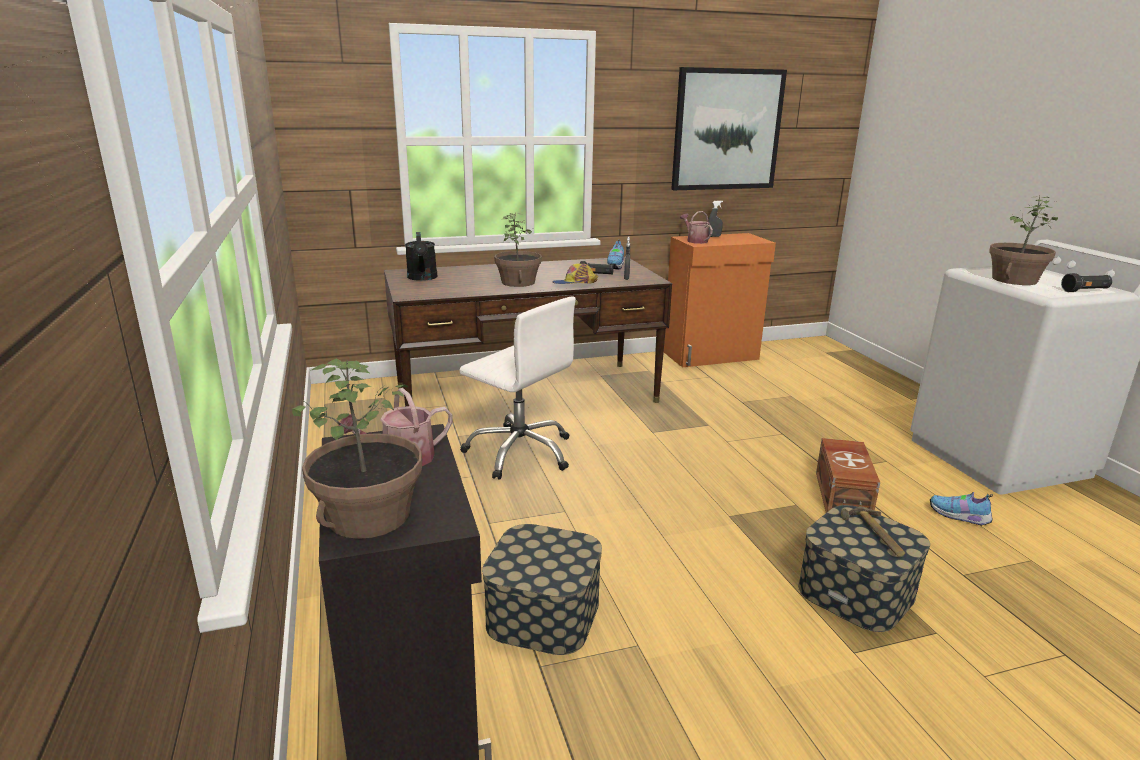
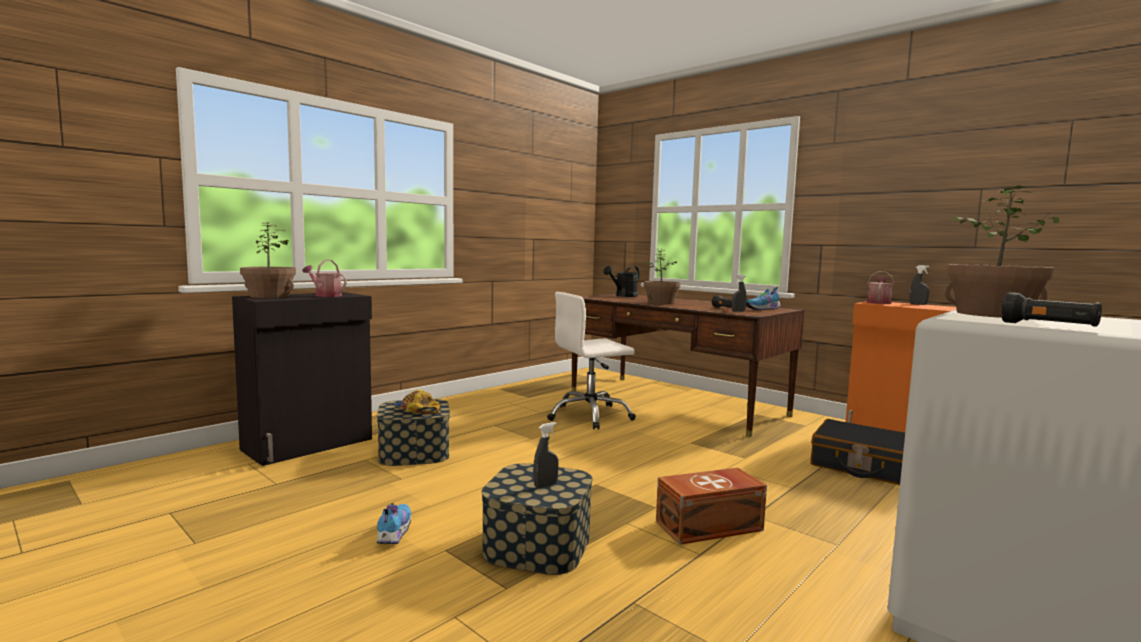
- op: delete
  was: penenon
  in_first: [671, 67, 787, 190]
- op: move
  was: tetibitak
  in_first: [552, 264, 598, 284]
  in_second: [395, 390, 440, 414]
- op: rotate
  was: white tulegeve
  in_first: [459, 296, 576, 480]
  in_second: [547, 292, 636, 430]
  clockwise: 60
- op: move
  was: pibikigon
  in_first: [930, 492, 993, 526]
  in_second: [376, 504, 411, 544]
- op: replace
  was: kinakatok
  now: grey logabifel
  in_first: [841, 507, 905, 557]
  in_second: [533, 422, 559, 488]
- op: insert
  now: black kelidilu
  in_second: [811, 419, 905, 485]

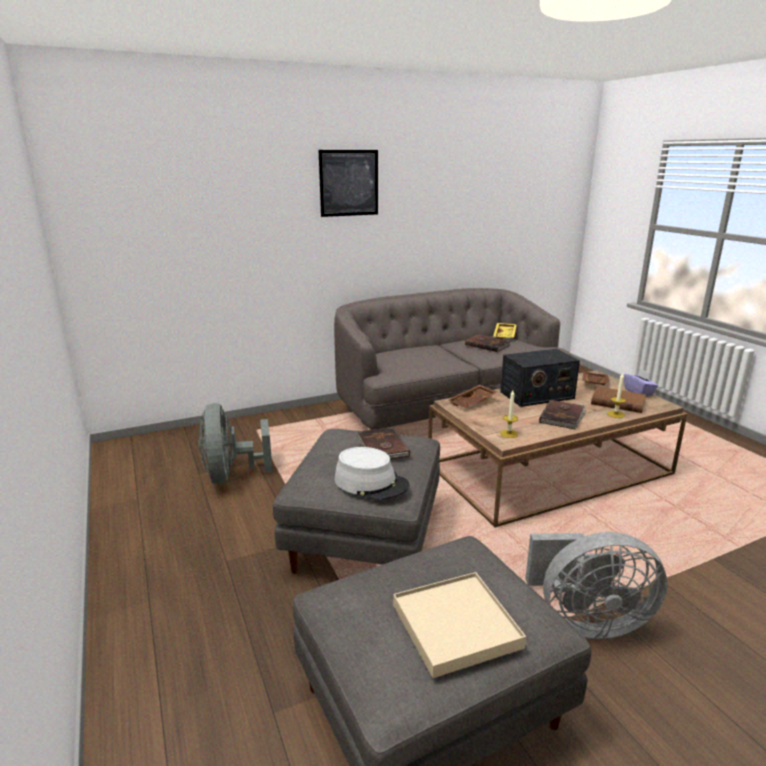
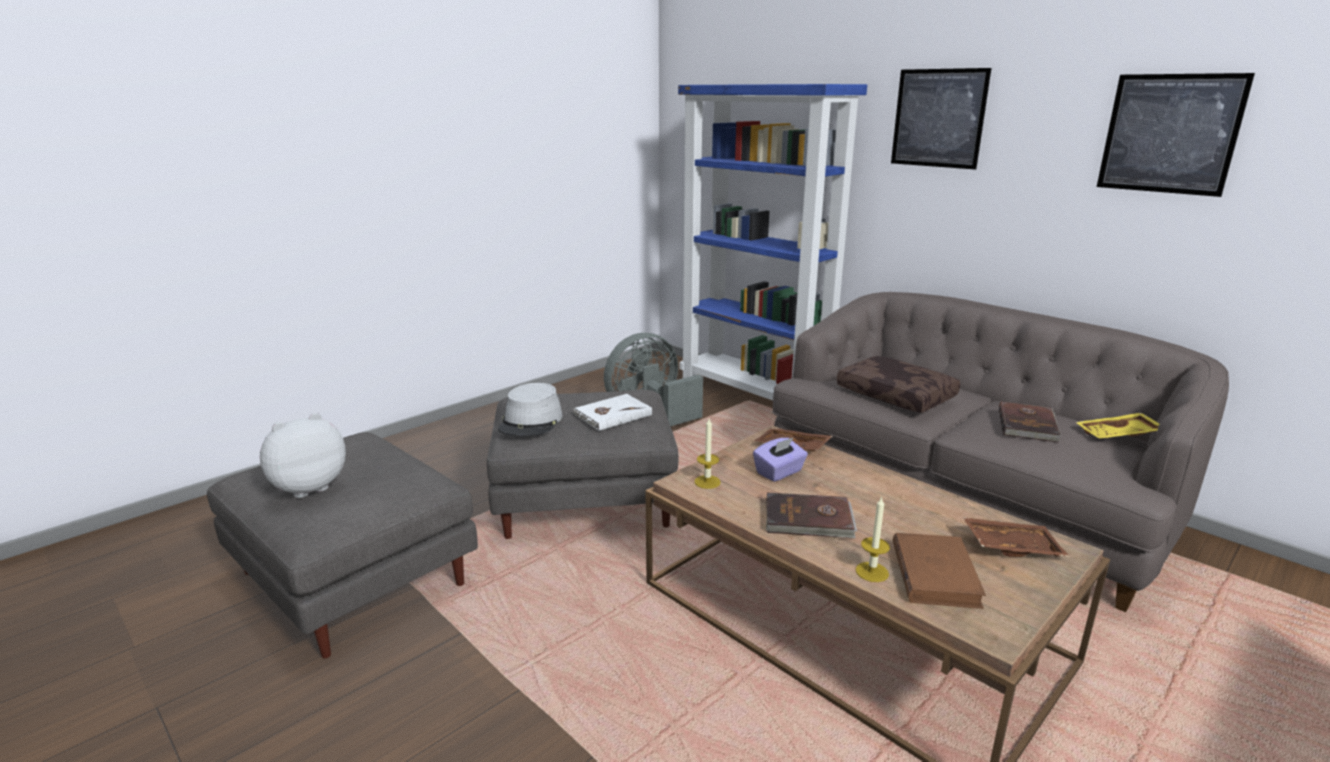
- op: delete
  was: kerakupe
  in_first: [500, 349, 580, 407]
- op: move
  was: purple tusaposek
  in_first: [624, 369, 658, 396]
  in_second: [753, 437, 808, 482]
- op: recolor
  was: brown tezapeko
  now: white tezapeko
  in_first: [357, 427, 410, 459]
  in_second: [573, 394, 652, 431]
- op: delete
  was: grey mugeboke
  in_first: [525, 532, 668, 639]
- op: replace
  was: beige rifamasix
  now: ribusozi
  in_first: [393, 572, 526, 678]
  in_second: [260, 413, 346, 498]
- op: insert
  now: penenon
  in_second: [1097, 73, 1255, 197]
- op: insert
  now: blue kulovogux
  in_second: [678, 84, 867, 400]
- op: insert
  now: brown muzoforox
  in_second: [837, 356, 960, 413]

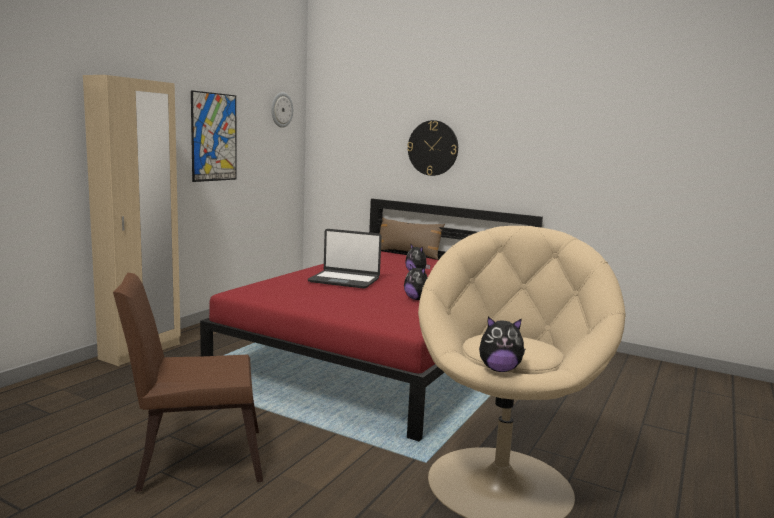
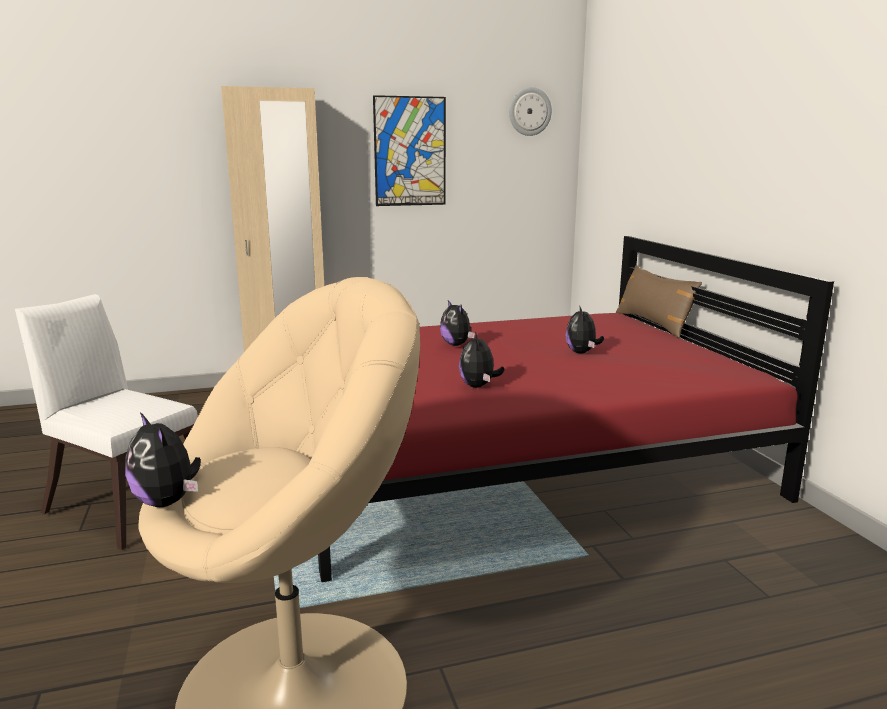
- op: delete
  was: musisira
  in_first: [407, 120, 458, 176]
- op: replace
  was: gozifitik
  now: ribusozi
  in_first: [308, 229, 382, 289]
  in_second: [440, 300, 475, 346]
- op: recolor
  was: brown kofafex
  now: white kofafex
  in_first: [113, 273, 263, 492]
  in_second: [15, 294, 198, 550]

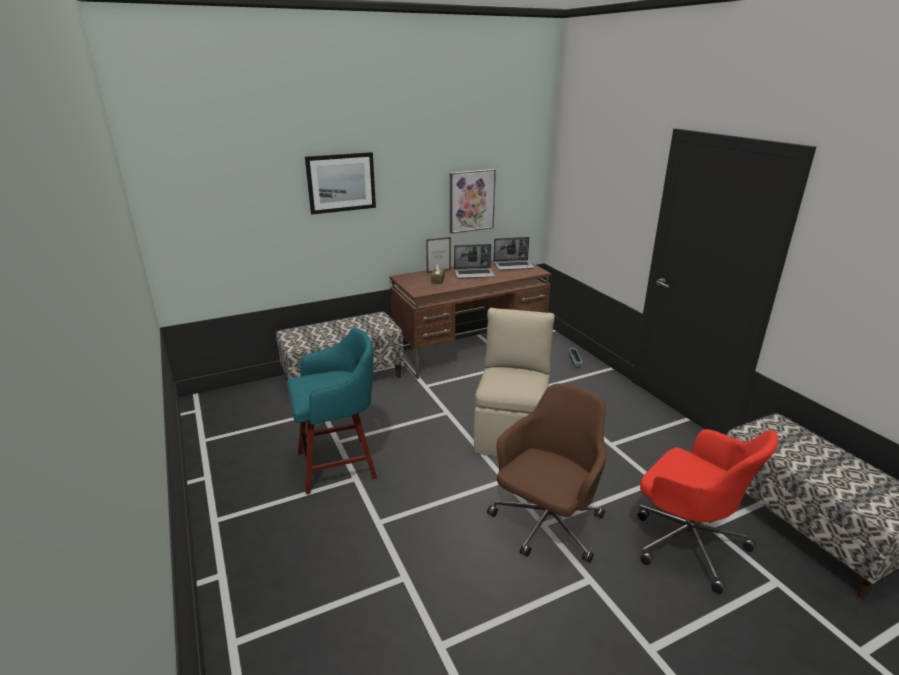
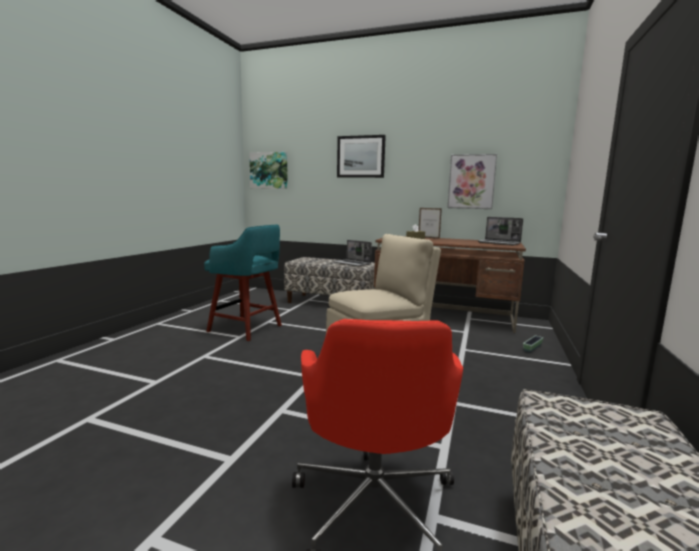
- op: move
  was: gozifitik
  in_first: [454, 244, 495, 279]
  in_second: [334, 240, 372, 266]
- op: delete
  was: brown tulegeve
  in_first: [487, 384, 607, 563]
- op: insert
  now: penenon
  in_second: [250, 152, 288, 189]

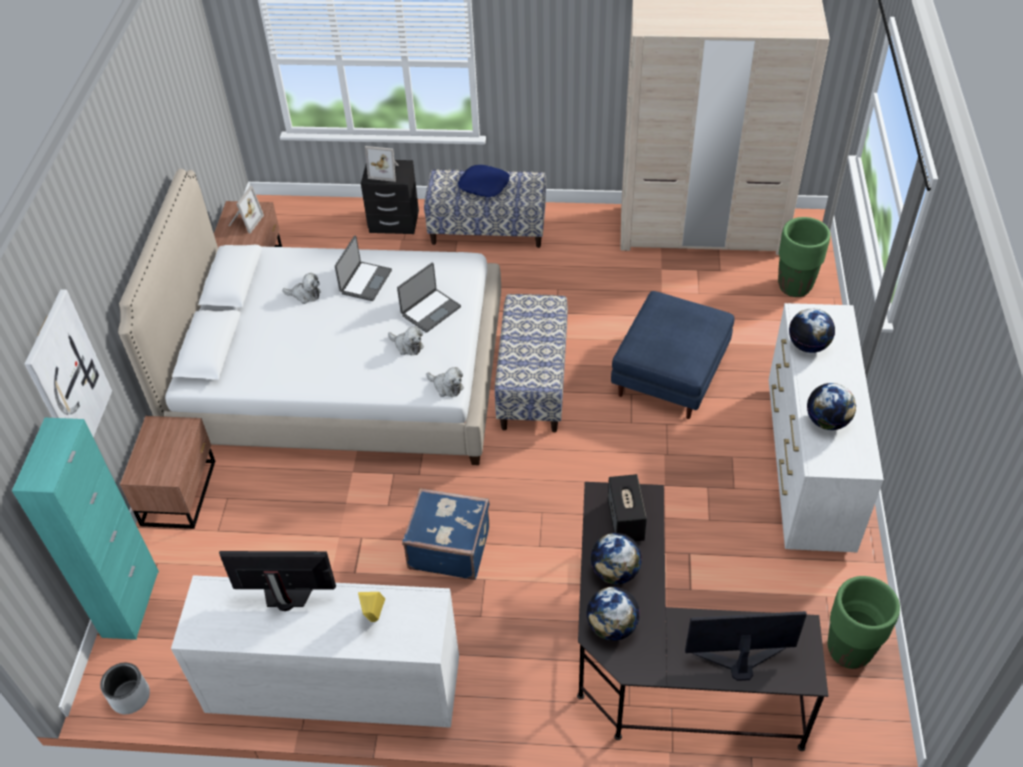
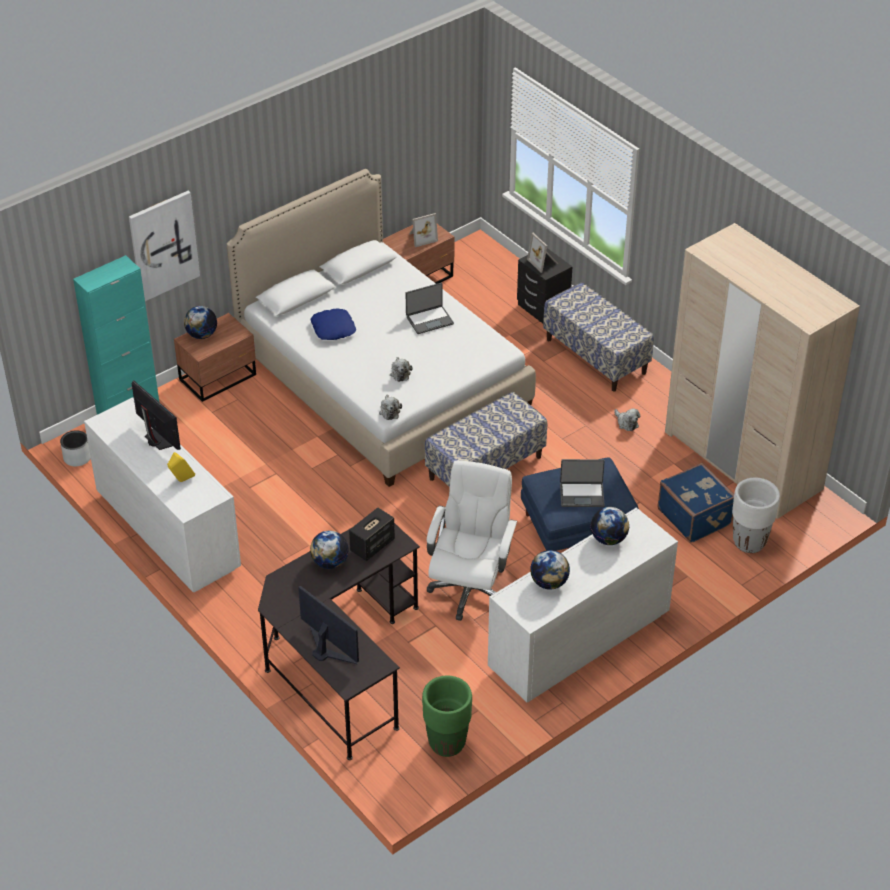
- op: move
  was: blue muzoforox
  in_first: [458, 165, 510, 197]
  in_second: [310, 309, 356, 340]
- op: recolor
  was: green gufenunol
  now: white gufenunol
  in_first: [778, 217, 830, 297]
  in_second: [732, 478, 780, 553]
- op: move
  was: gozifitik
  in_first: [397, 263, 461, 333]
  in_second: [560, 459, 605, 507]
- op: move
  was: ribusozi
  in_first: [282, 273, 320, 304]
  in_second: [614, 408, 640, 431]
- op: move
  was: blue kelidilu
  in_first: [402, 488, 490, 580]
  in_second: [657, 463, 734, 543]
- op: move
  was: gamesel
  in_first: [586, 587, 640, 641]
  in_second: [184, 306, 217, 339]
- op: insert
  now: white tulegeve
  in_second: [427, 460, 517, 621]

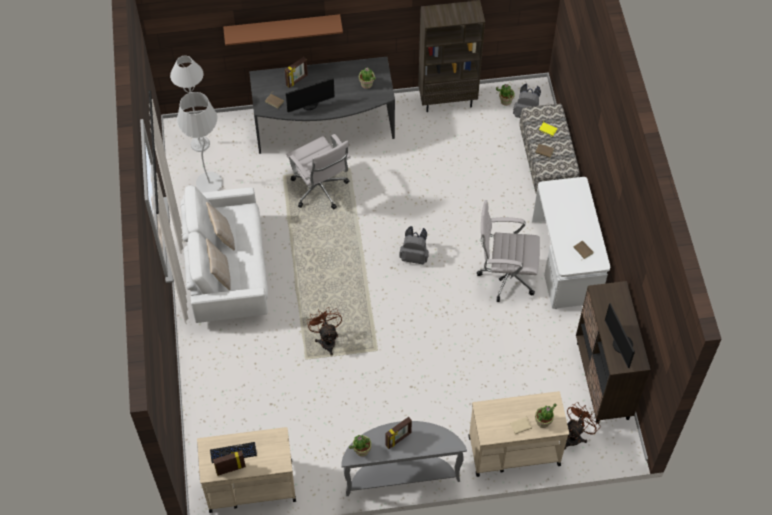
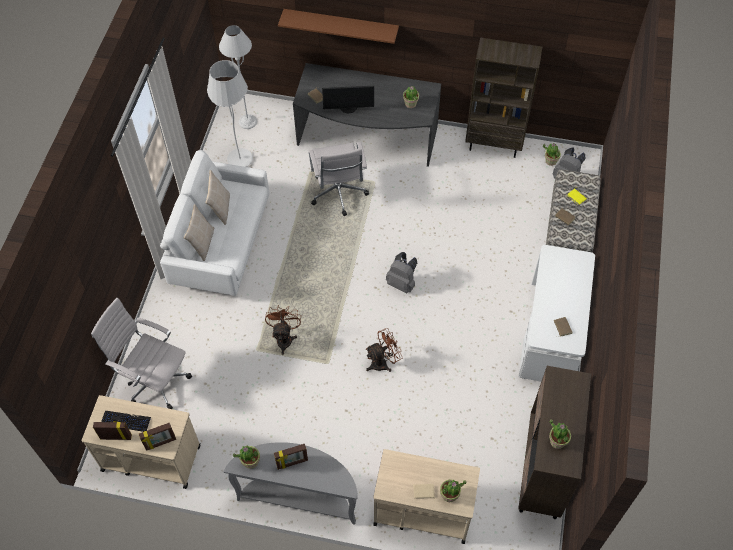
- op: move
  was: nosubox
  in_first: [285, 57, 308, 88]
  in_second: [139, 423, 176, 451]
- op: move
  was: white tulegeve
  in_first: [477, 200, 540, 302]
  in_second: [91, 298, 192, 409]
- op: replace
  was: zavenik
  now: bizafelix
  in_first: [605, 303, 635, 368]
  in_second: [549, 420, 571, 449]
- op: move
  was: brown mugeboke
  in_first: [565, 402, 601, 449]
  in_second: [365, 328, 403, 372]

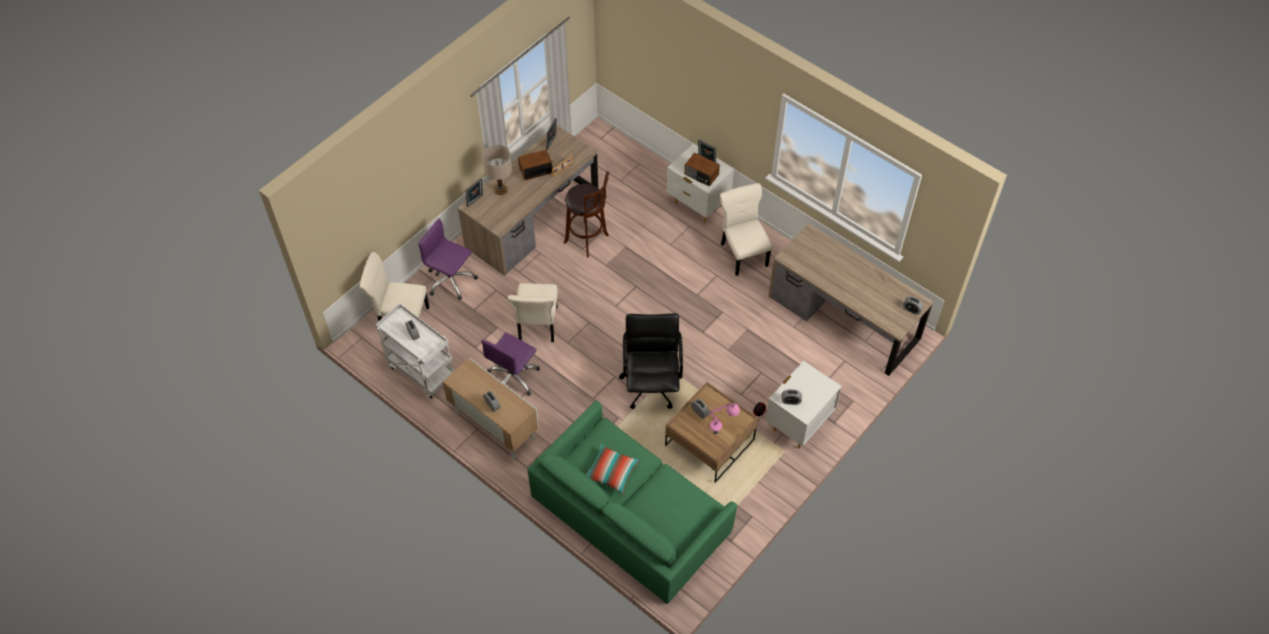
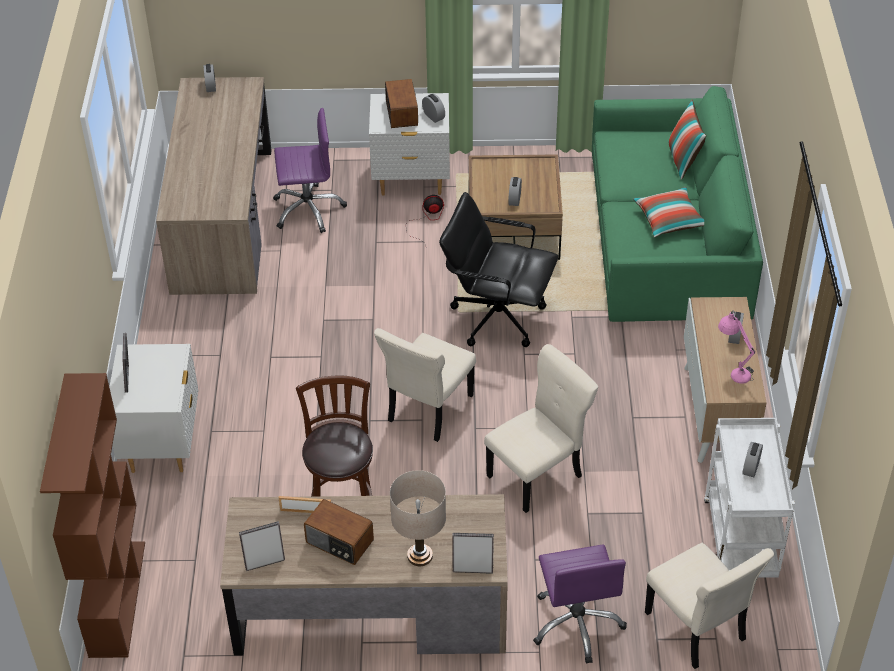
- op: move
  was: kerakupe
  in_first: [684, 153, 720, 186]
  in_second: [385, 79, 418, 128]
- op: move
  was: beige kofafex
  in_first: [720, 183, 772, 276]
  in_second: [374, 328, 476, 442]
- op: rotate
  was: black tulegeve
  in_first: [619, 313, 683, 409]
  in_second: [439, 192, 558, 347]
  clockwise: 60
- op: move
  was: purple tulegeve
  in_first: [481, 332, 540, 396]
  in_second: [273, 108, 347, 233]
- op: move
  was: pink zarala
  in_first: [708, 402, 740, 434]
  in_second: [718, 310, 756, 384]
- op: insert
  now: muzoforox
  in_second: [669, 100, 706, 180]
- op: insert
  now: brown kulovogux
  in_second: [40, 373, 145, 658]

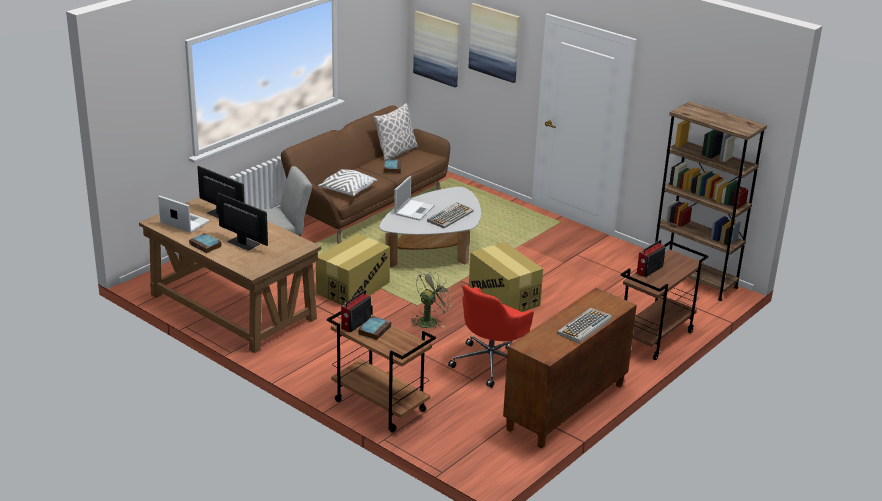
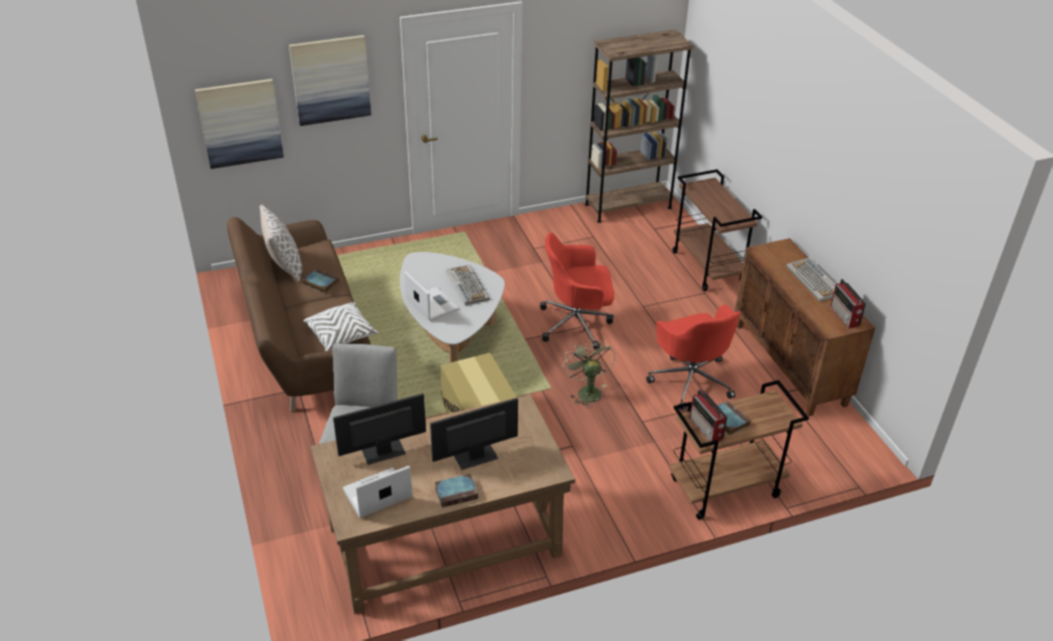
- op: move
  was: kerakupe
  in_first: [637, 240, 666, 277]
  in_second: [830, 279, 866, 328]
- op: replace
  was: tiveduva
  now: red tulegeve
  in_first: [469, 242, 543, 312]
  in_second: [540, 233, 614, 350]

